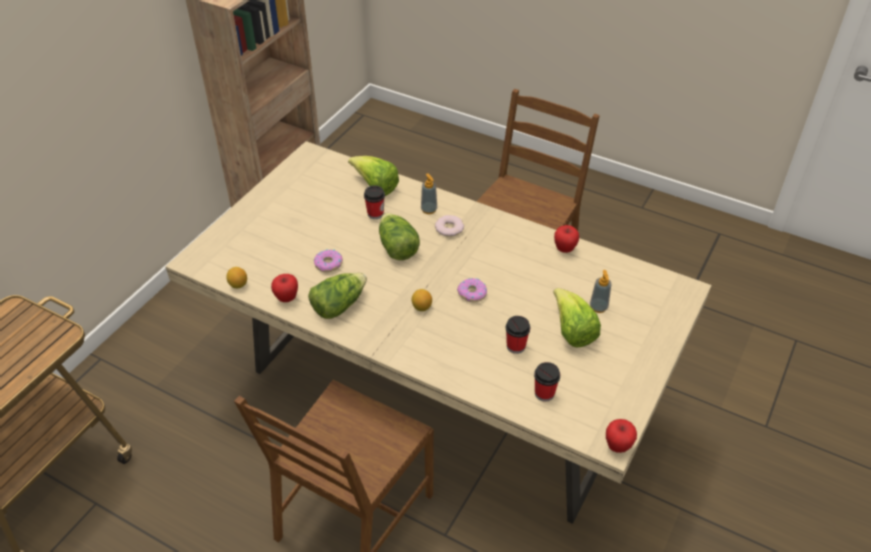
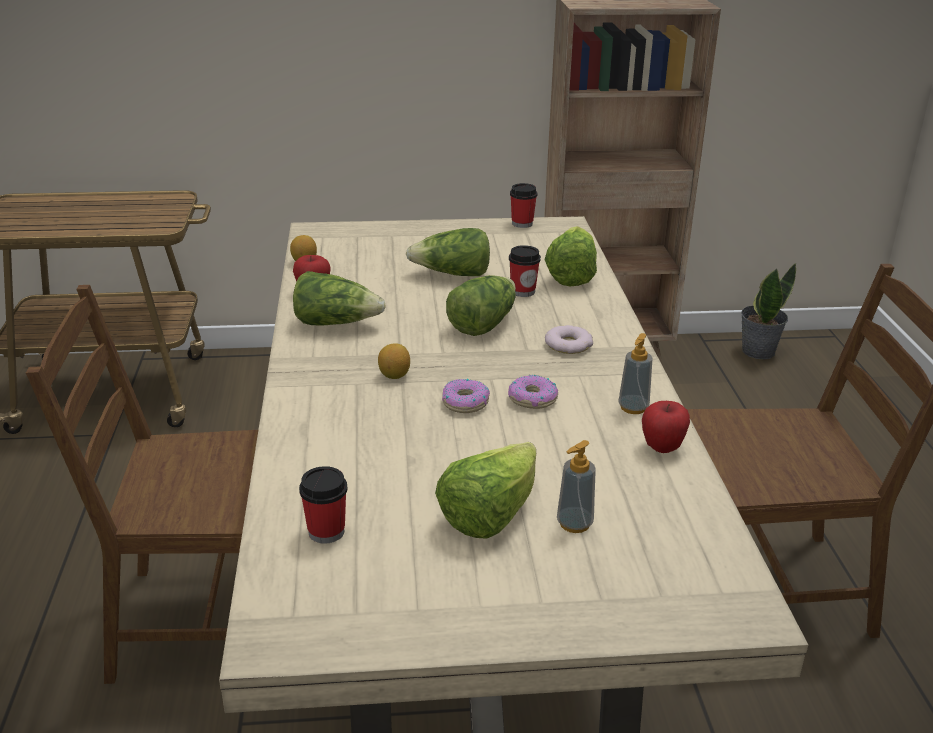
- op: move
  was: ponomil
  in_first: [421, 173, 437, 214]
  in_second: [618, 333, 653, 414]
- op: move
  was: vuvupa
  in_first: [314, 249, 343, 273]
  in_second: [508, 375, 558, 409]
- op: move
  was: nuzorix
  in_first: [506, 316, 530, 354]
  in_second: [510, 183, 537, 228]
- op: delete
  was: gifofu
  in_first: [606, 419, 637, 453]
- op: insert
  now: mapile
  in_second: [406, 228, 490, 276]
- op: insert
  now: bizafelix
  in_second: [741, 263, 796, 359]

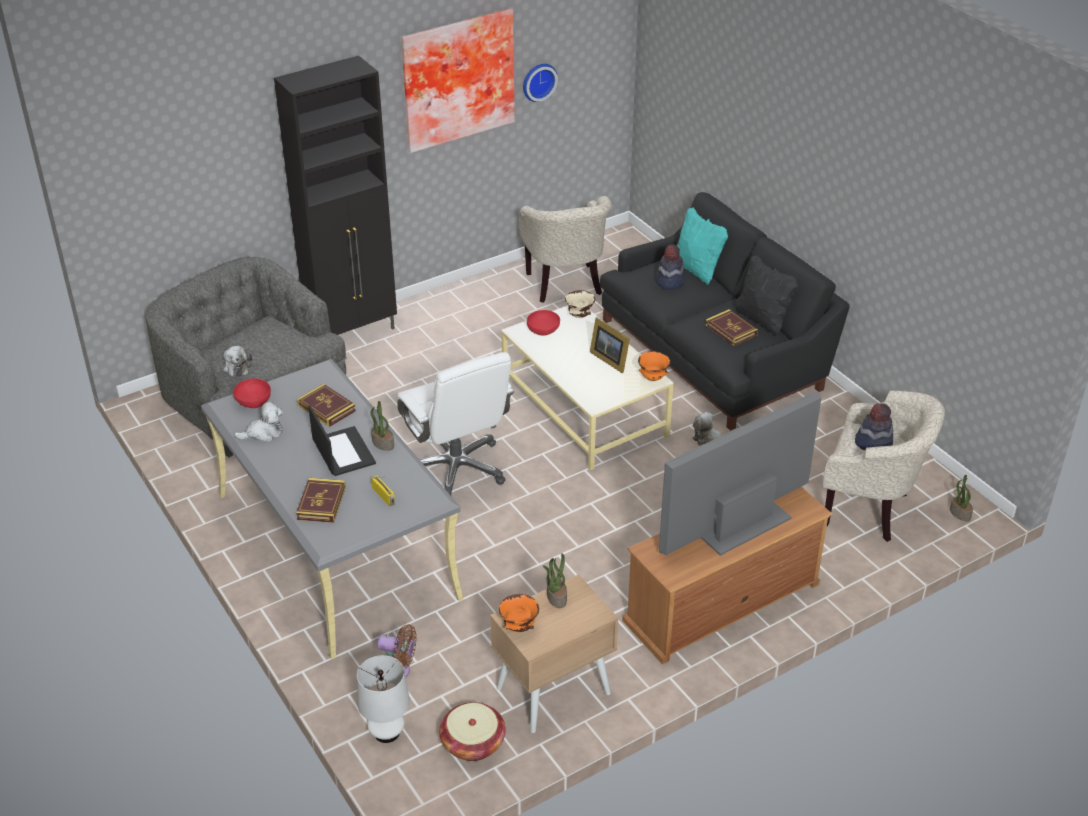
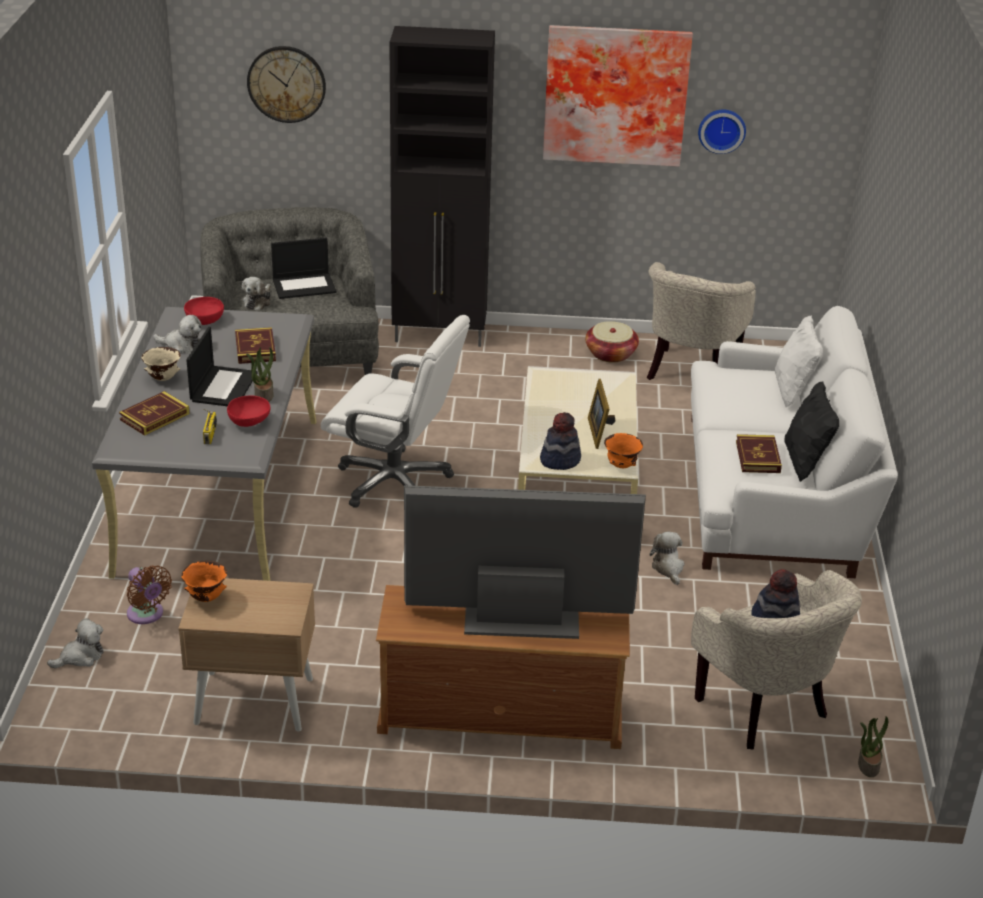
- op: recolor
  was: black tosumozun
  now: white tosumozun
  in_first: [600, 192, 850, 431]
  in_second: [691, 306, 898, 578]
- op: recolor
  was: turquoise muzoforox
  now: white muzoforox
  in_first: [677, 207, 728, 285]
  in_second: [775, 316, 823, 408]
- op: move
  was: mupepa
  in_first: [656, 244, 685, 290]
  in_second: [540, 412, 581, 470]
- op: move
  was: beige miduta
  in_first: [565, 290, 595, 318]
  in_second: [141, 347, 181, 381]
- op: move
  was: red miduta
  in_first: [527, 310, 560, 336]
  in_second: [227, 396, 270, 427]
- op: rotate
  was: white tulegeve
  in_first: [396, 352, 514, 497]
  in_second: [321, 315, 470, 508]
  clockwise: -75
- op: delete
  was: bizafelix
  in_first: [543, 553, 567, 608]
- op: replace
  was: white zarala
  now: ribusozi
  in_first: [357, 655, 410, 743]
  in_second: [47, 618, 104, 668]
- op: move
  was: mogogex
  in_first: [439, 702, 506, 761]
  in_second: [585, 321, 639, 363]
- op: insert
  now: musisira
  in_second: [247, 46, 326, 123]
- op: insert
  now: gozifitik
  in_second: [271, 237, 336, 299]

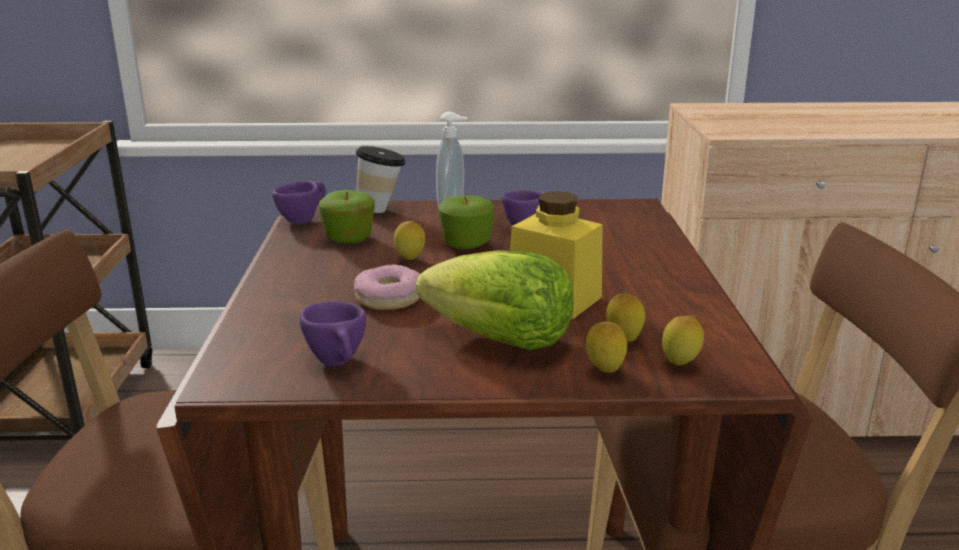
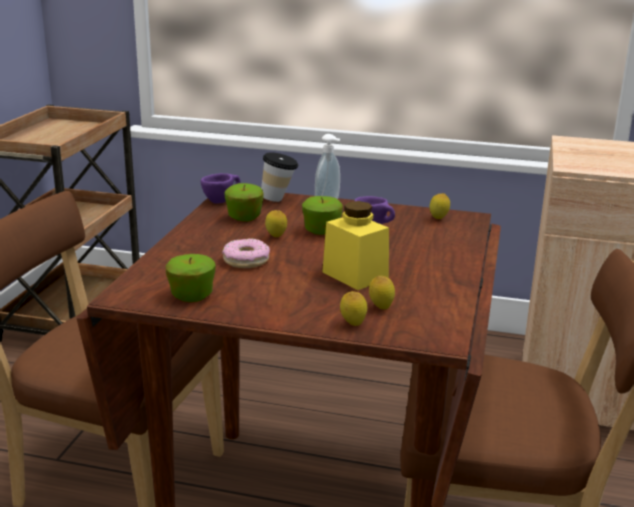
- op: delete
  was: mapile
  in_first: [416, 250, 574, 350]
- op: replace
  was: purple nuzorix
  now: gifofu
  in_first: [299, 301, 366, 366]
  in_second: [166, 254, 216, 302]
- op: move
  was: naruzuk
  in_first: [662, 315, 704, 365]
  in_second: [430, 193, 450, 219]

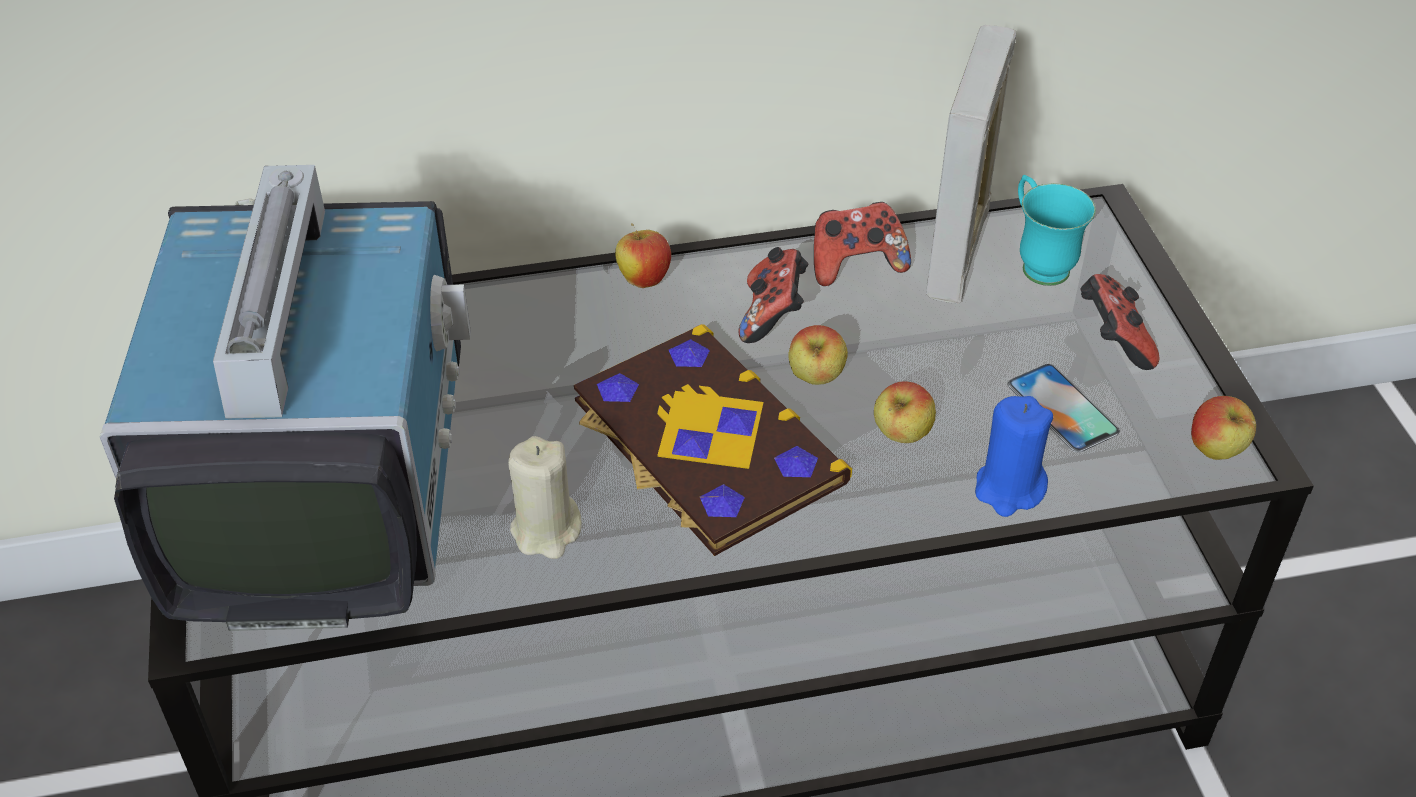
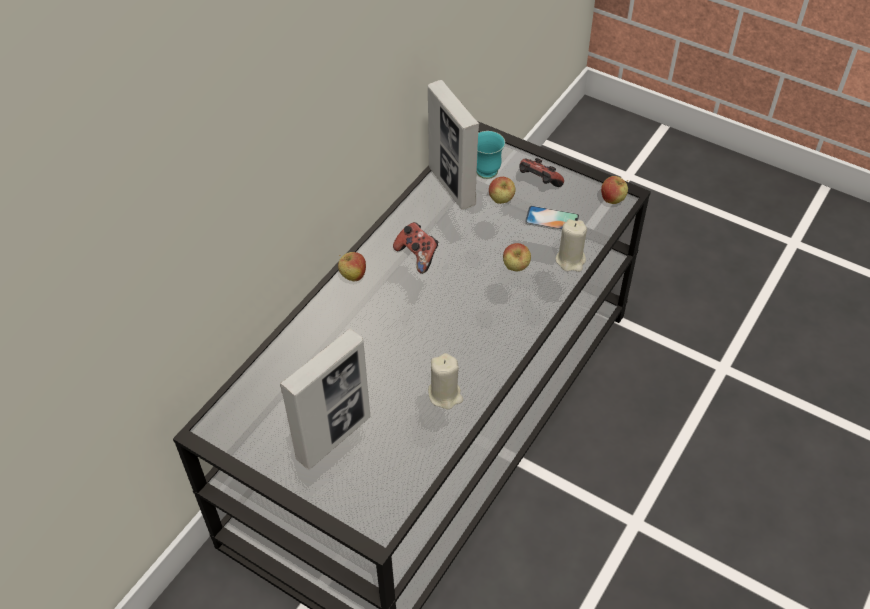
- op: replace
  was: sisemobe
  now: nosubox
  in_first: [100, 165, 471, 631]
  in_second: [280, 329, 370, 469]
- op: delete
  was: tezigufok
  in_first: [814, 202, 911, 286]
- op: delete
  was: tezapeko
  in_first: [574, 324, 852, 556]
- op: move
  was: gifofu
  in_first: [788, 325, 848, 385]
  in_second: [489, 177, 516, 204]
- op: recolor
  was: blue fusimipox
  now: beige fusimipox
  in_first: [975, 396, 1053, 517]
  in_second: [555, 219, 587, 272]

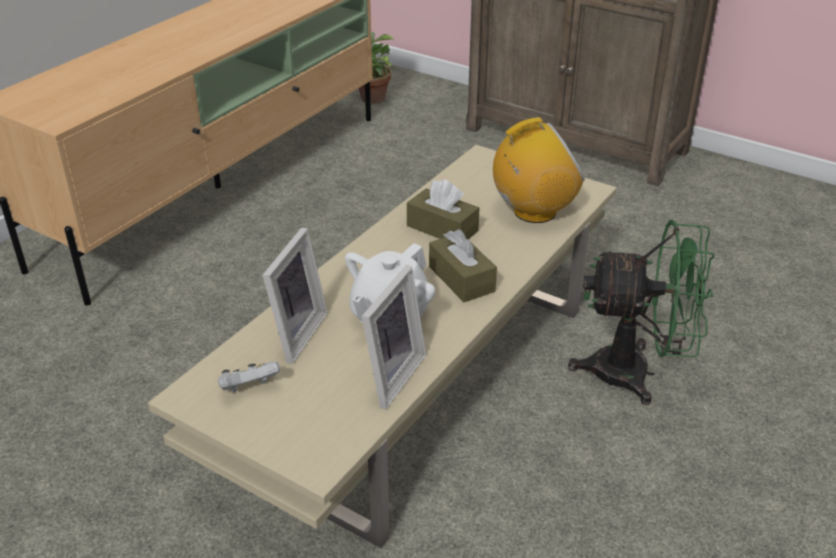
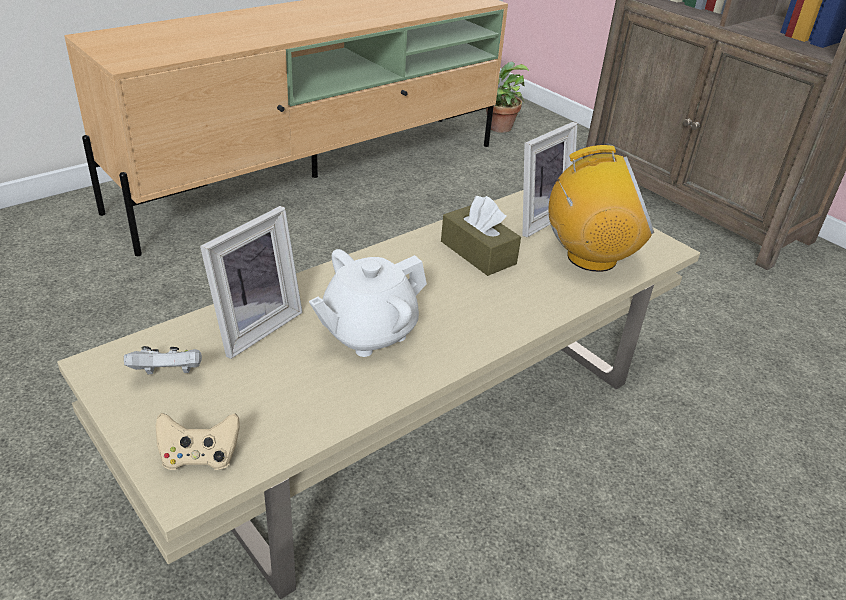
- op: delete
  was: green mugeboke
  in_first: [568, 220, 714, 405]
- op: delete
  was: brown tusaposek
  in_first: [429, 229, 497, 302]
- op: move
  was: nosubox
  in_first: [362, 266, 426, 409]
  in_second: [522, 122, 577, 237]
- op: insert
  now: beige tezigufok
  in_second: [156, 413, 240, 470]

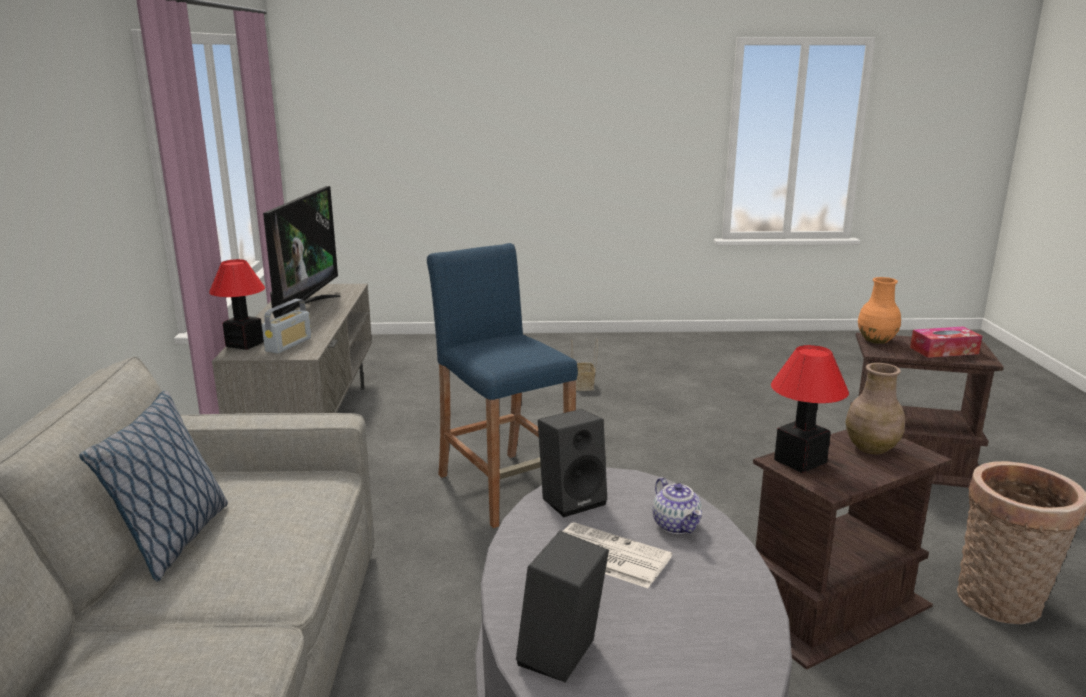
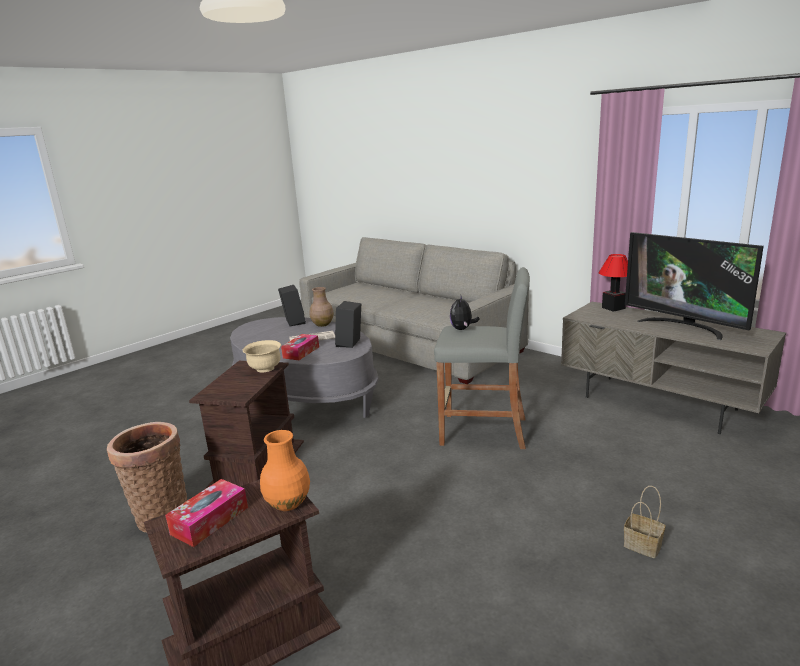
- op: recolor
  was: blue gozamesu
  now: grey gozamesu
  in_first: [427, 243, 578, 528]
  in_second: [434, 267, 530, 449]
- op: delete
  was: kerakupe
  in_first: [262, 299, 311, 354]
- op: replace
  was: zarala
  now: beige miduta
  in_first: [771, 345, 849, 473]
  in_second: [243, 340, 281, 372]
- op: move
  was: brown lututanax
  in_first: [845, 363, 905, 454]
  in_second: [310, 287, 334, 327]
- op: delete
  was: muzoforox
  in_first: [79, 391, 228, 581]
- op: replace
  was: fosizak
  now: tusaposek
  in_first: [652, 477, 702, 534]
  in_second: [281, 334, 319, 360]
- op: insert
  now: ribusozi
  in_second: [450, 294, 479, 330]

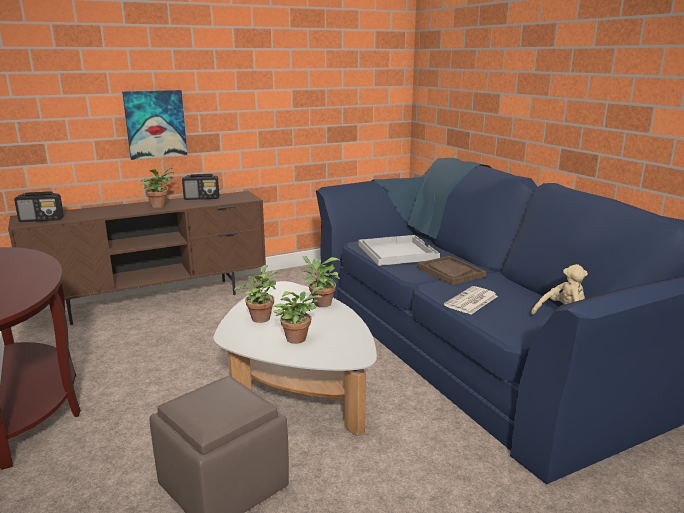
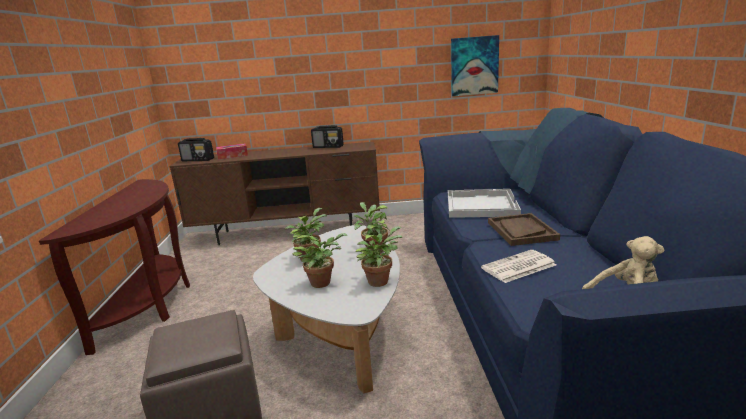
- op: move
  was: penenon
  in_first: [122, 90, 187, 160]
  in_second: [451, 35, 499, 96]
- op: move
  was: bizafelix
  in_first: [141, 167, 174, 208]
  in_second: [356, 226, 402, 287]
- op: insert
  now: tusaposek
  in_second: [216, 143, 248, 159]

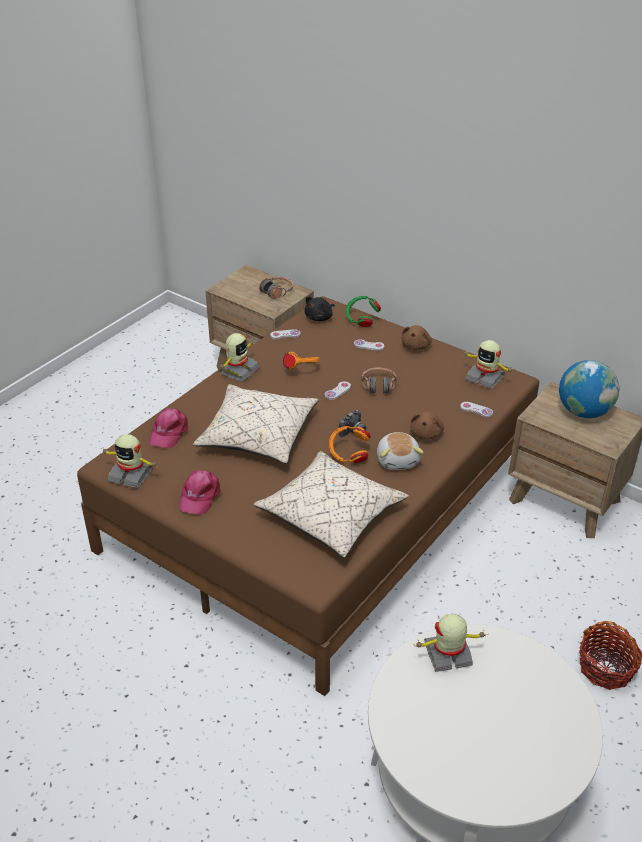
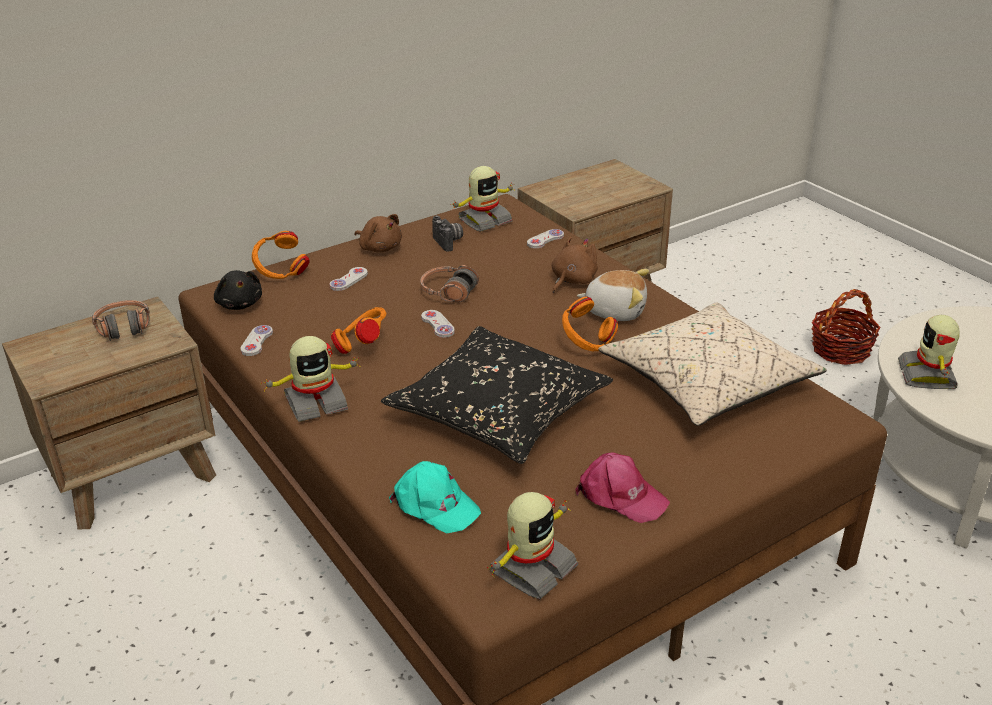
- op: recolor
  was: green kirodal
  now: orange kirodal
  in_first: [346, 296, 381, 327]
  in_second: [252, 231, 309, 279]
- op: rotate
  was: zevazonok
  in_first: [219, 333, 260, 382]
  in_second: [261, 336, 361, 422]
  clockwise: 105
- op: delete
  was: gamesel
  in_first: [559, 360, 619, 418]
- op: recolor
  was: beige muzoforox
  now: black muzoforox
  in_first: [193, 384, 319, 463]
  in_second: [381, 326, 613, 464]
- op: recolor
  was: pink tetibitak
  now: turquoise tetibitak
  in_first: [149, 408, 188, 448]
  in_second: [389, 461, 481, 533]
- op: move
  was: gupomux
  in_first: [339, 410, 367, 437]
  in_second: [432, 215, 463, 252]
- op: rotate
  was: brown ribusozi
  in_first: [410, 411, 444, 440]
  in_second: [551, 237, 598, 293]
  clockwise: -90

